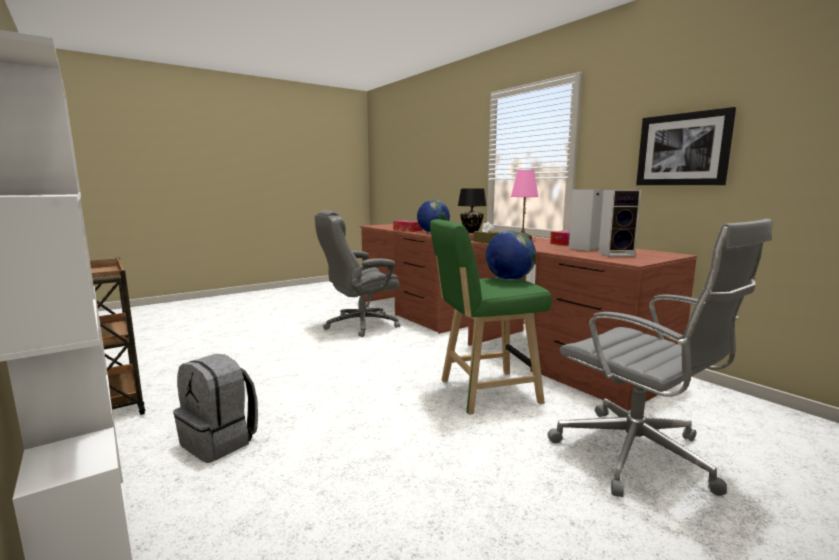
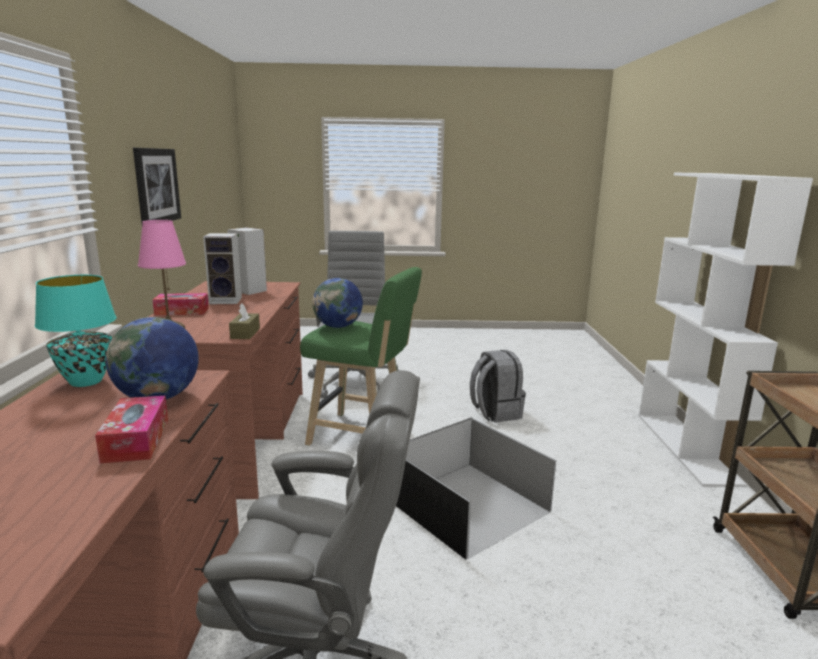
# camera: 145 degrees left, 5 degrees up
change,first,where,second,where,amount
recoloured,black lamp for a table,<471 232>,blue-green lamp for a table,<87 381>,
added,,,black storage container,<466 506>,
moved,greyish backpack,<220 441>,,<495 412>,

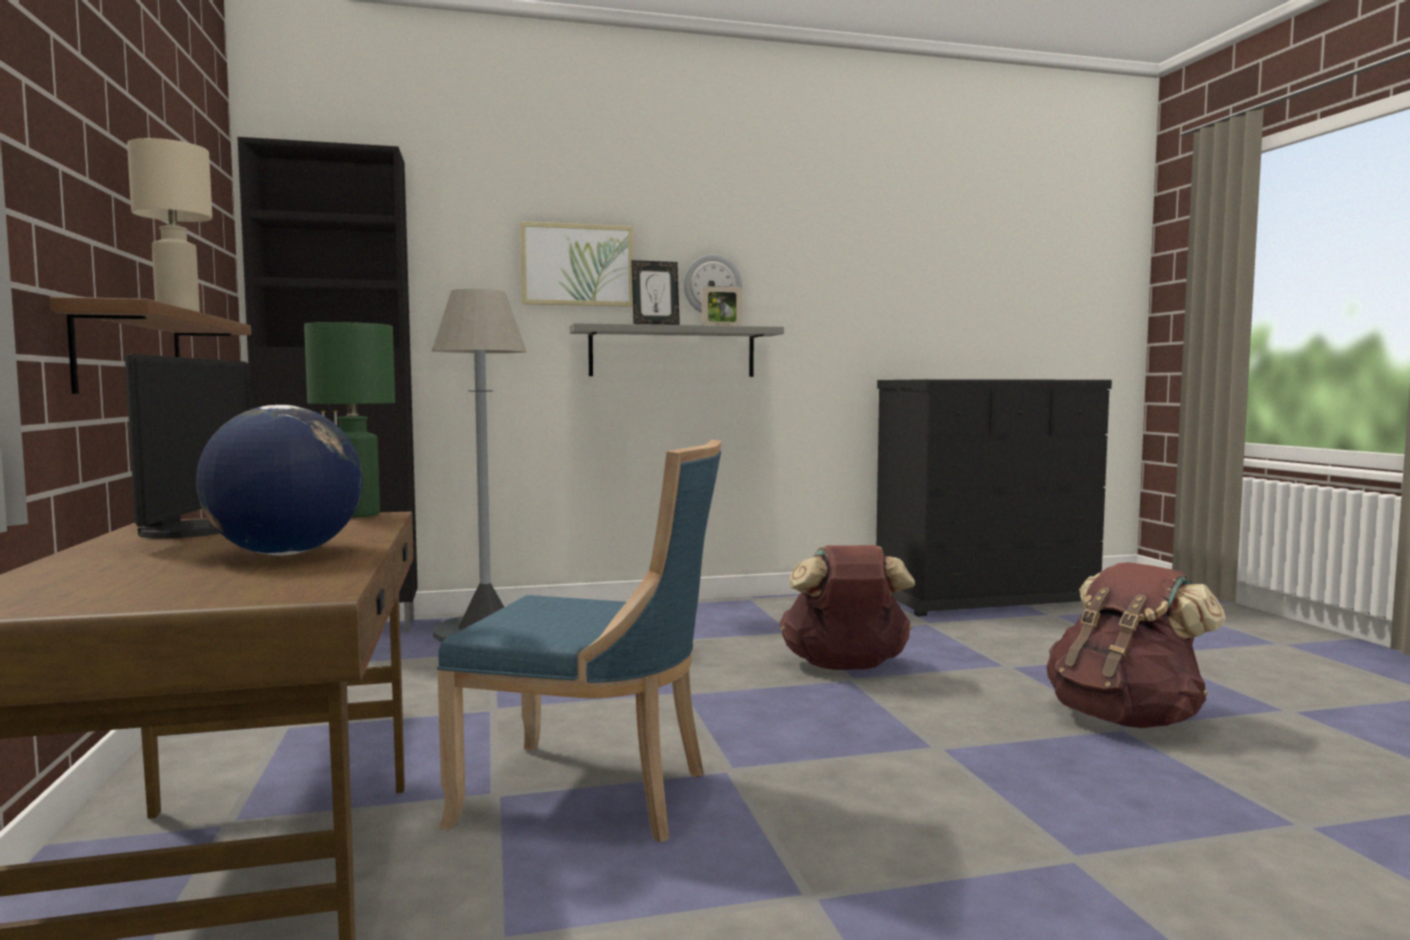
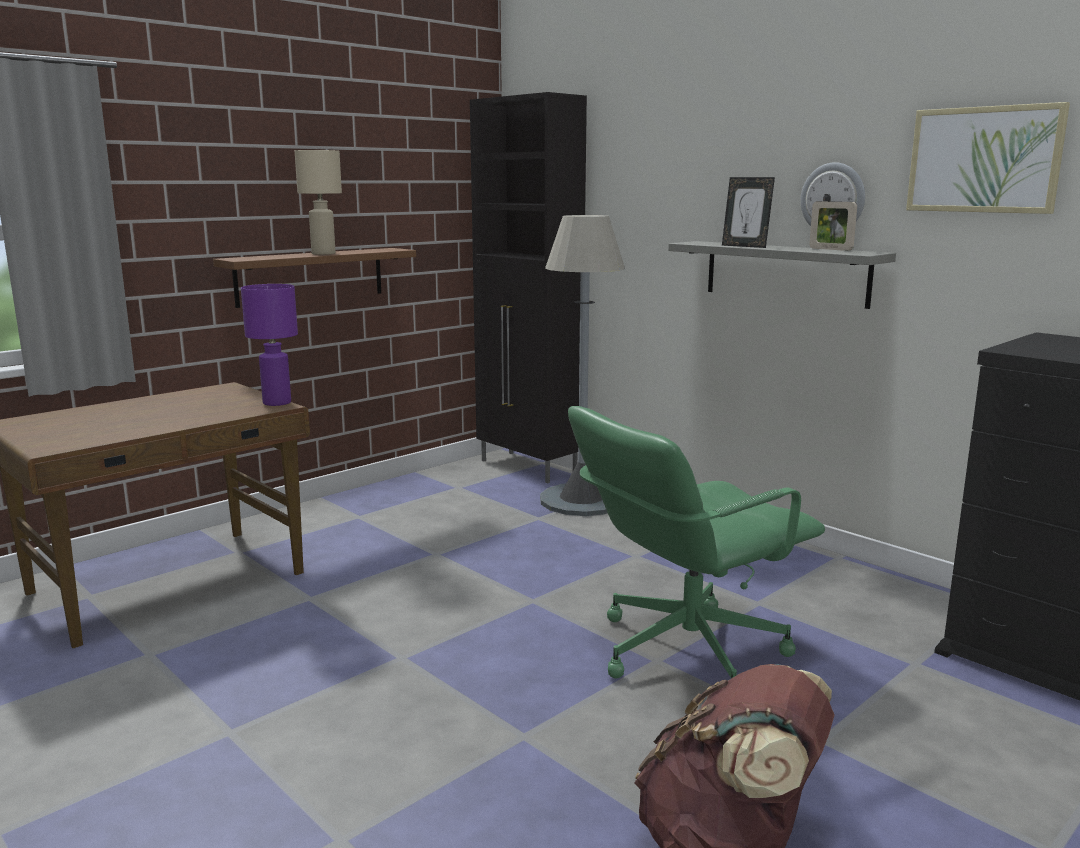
# camera: 60 degrees right, 10 degrees up
change,first,where,second,where,amount
recoloured,greenish lamp for a table,<357 514>,purple lamp for a table,<277 403>,
replaced,brown backpack,<845 667>,greenish computer chair,<686 650>,
moved,wall picture,<577 265>,,<984 160>,
removed,monitor,<193 531>,,,
removed,world globe,<284 554>,,,
removed,blue chair,<594 795>,,,

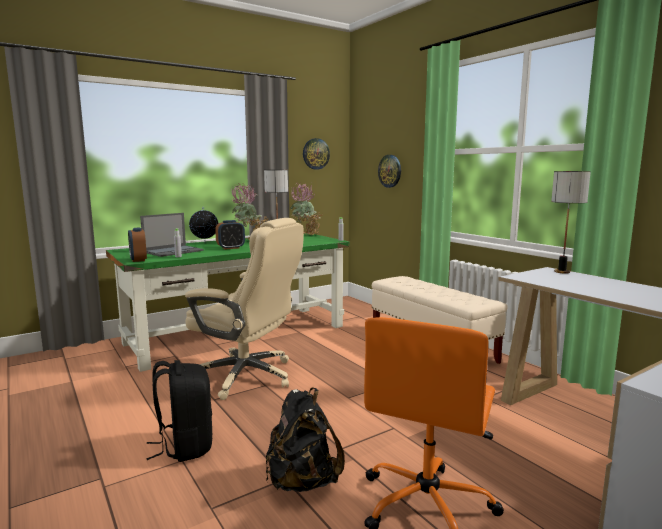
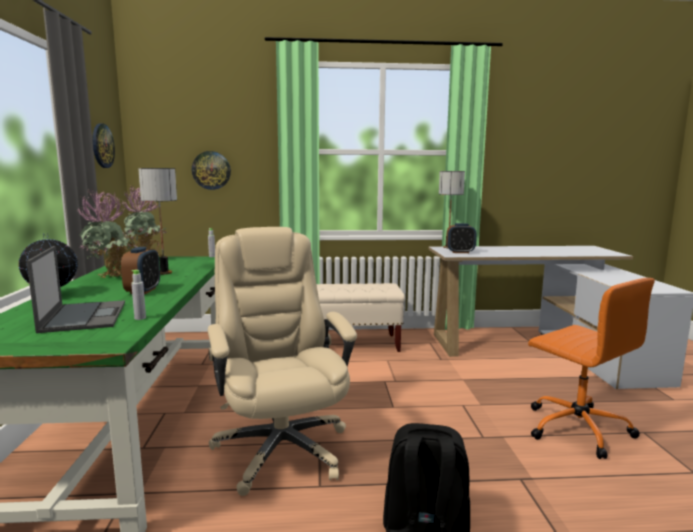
# camera: 60 degrees left, 0 degrees up
change,first,where,second,where,amount
turned,beige computer chair,<247 376>,,<281 448>,75 degrees counterclockwise
moved,alarm clock,<138 260>,,<460 252>,
removed,black backpack,<302 481>,,,

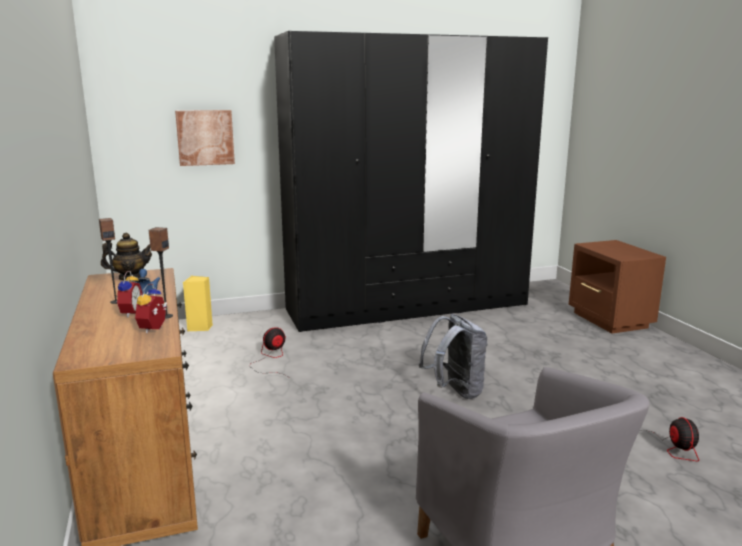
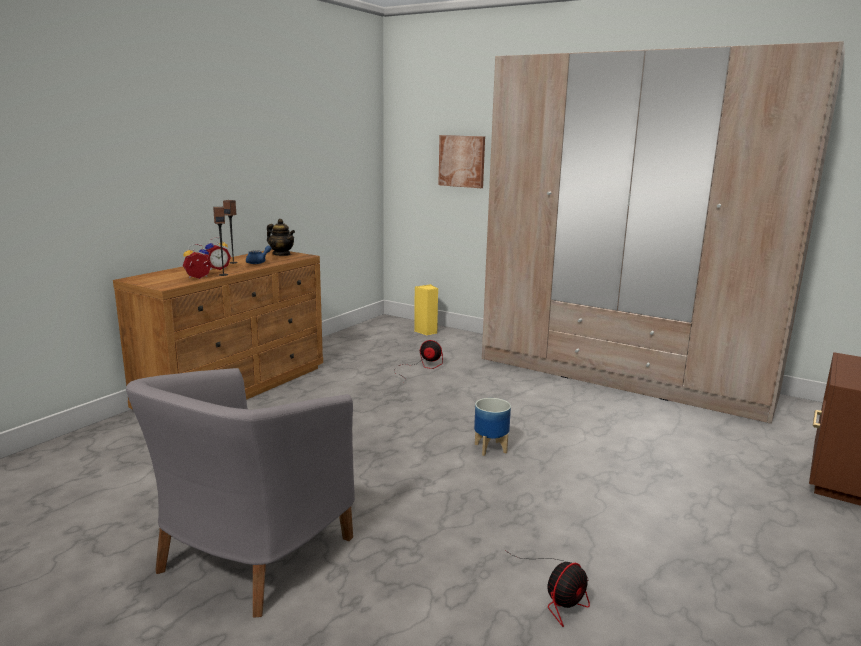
# camera: 50 degrees right, 0 degrees up
change,first,where,second,where,amount
replaced,greyish backpack,<455 391>,plant pot,<490 448>,
recoloured,black armoire,<408 307>,beige armoire,<621 377>,

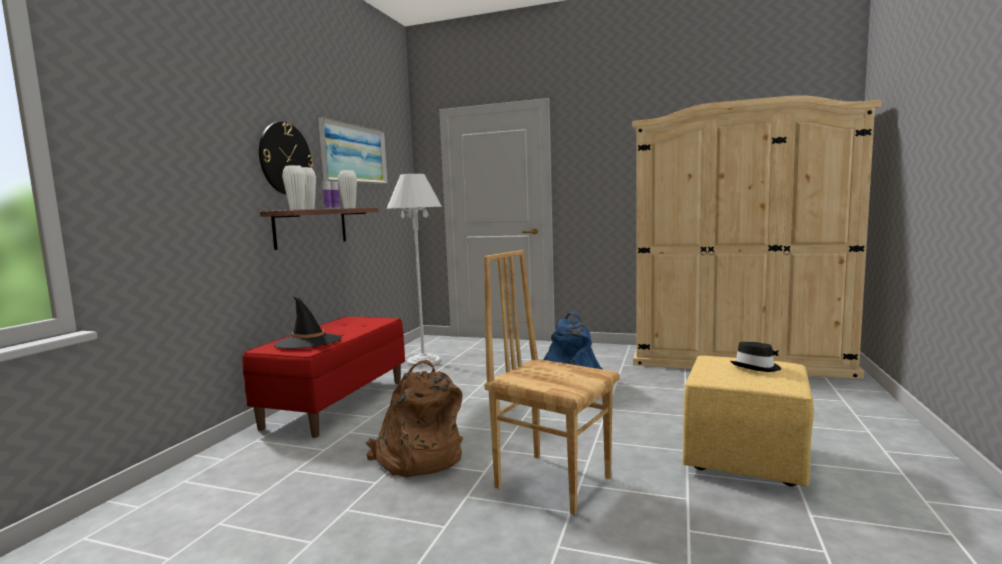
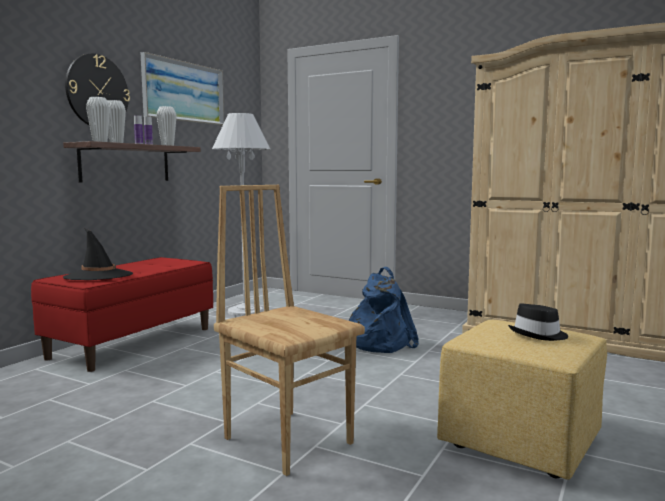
# camera: 10 degrees right, 0 degrees up
change,first,where,second,where,amount
removed,brown backpack,<418 458>,,,

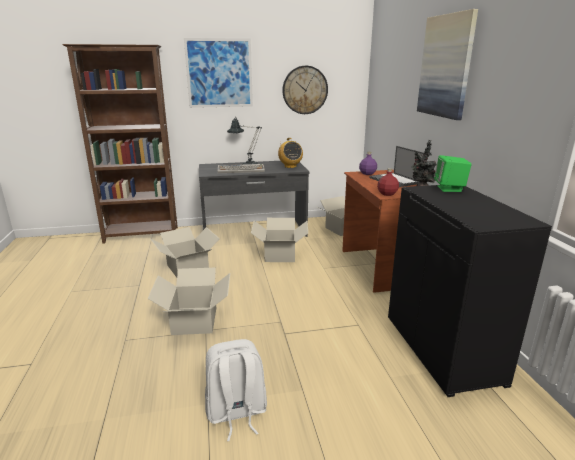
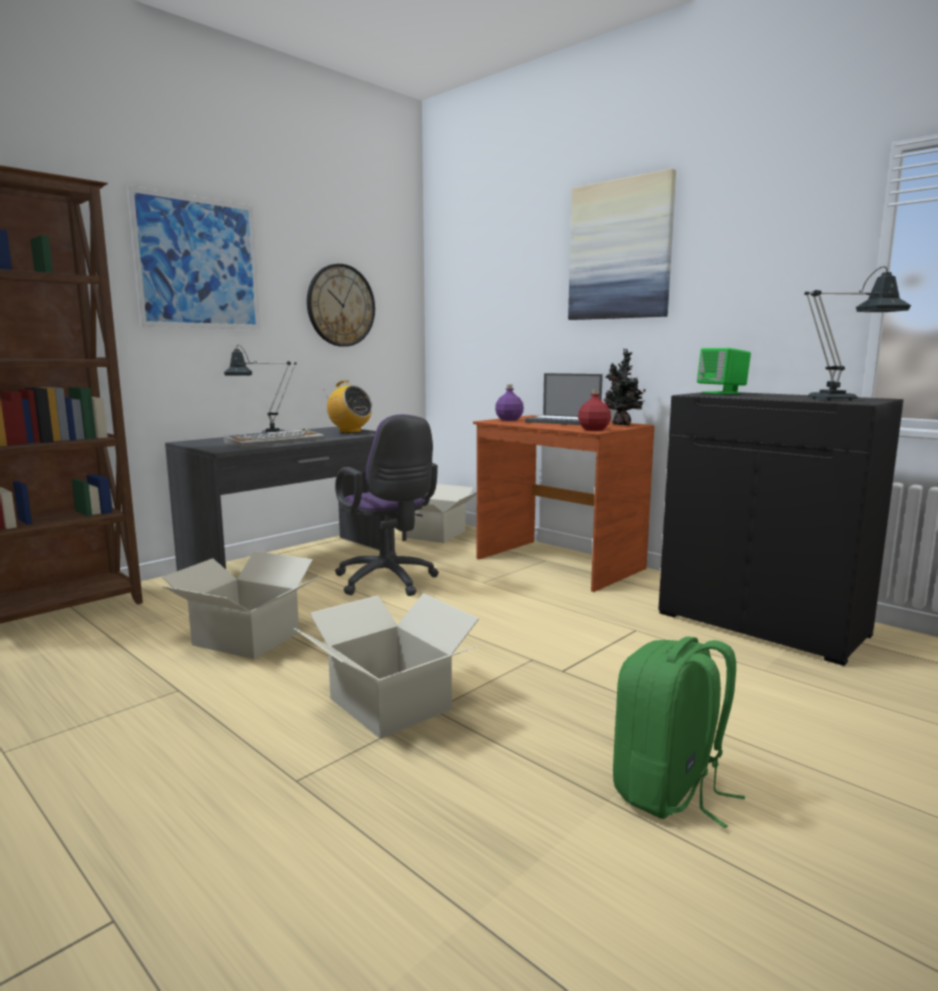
# camera: 35 degrees left, 10 degrees down
change,first,where,second,where,amount
replaced,cardboard box,<279 254>,purple computer chair,<388 582>,
recoloured,whitish backpack,<236 413>,greenish backpack,<669 791>,
added,,,lamp for a table,<841 399>,

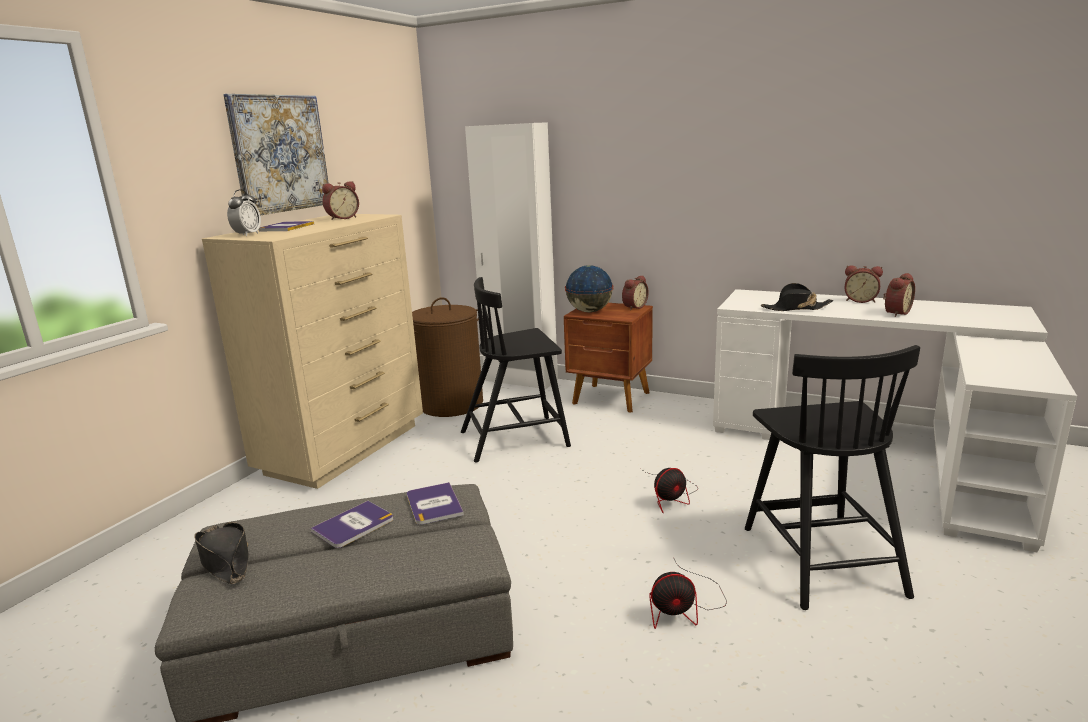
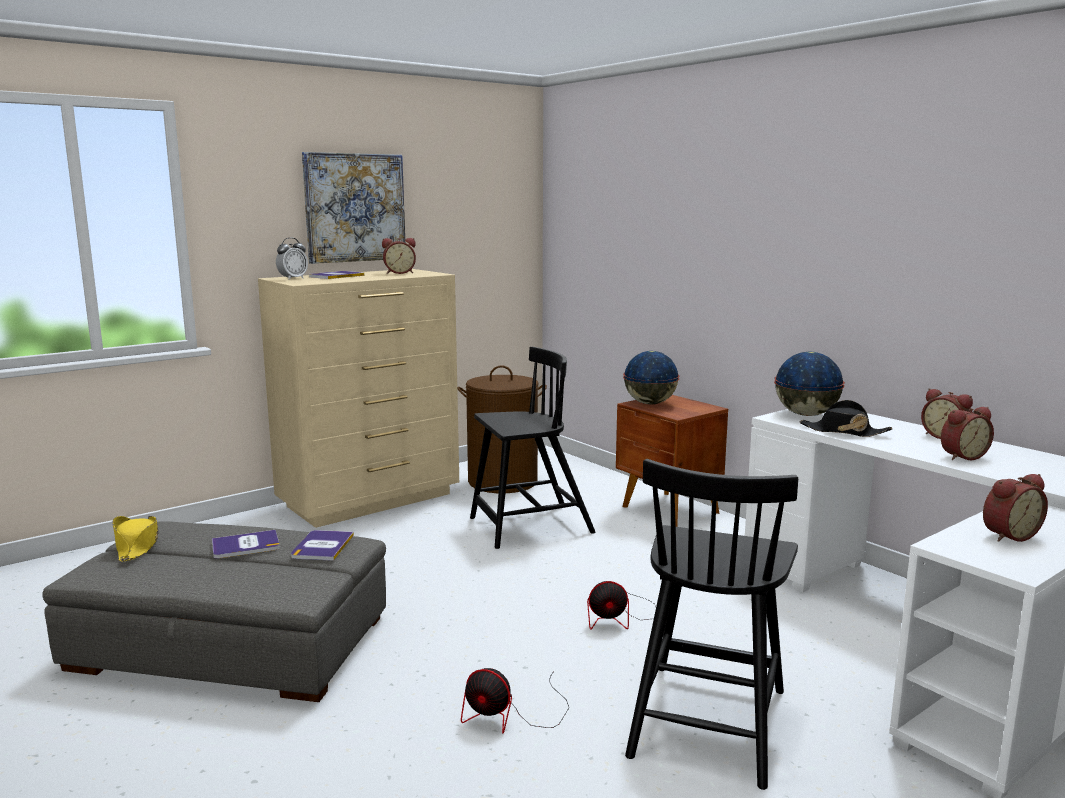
# camera: 25 degrees right, 5 degrees down
change,first,where,second,where,amount
recoloured,black clothing hat,<225 560>,yellow clothing hat,<137 546>,
turned,black chair,<516 438>,,<529 526>,150 degrees clockwise
added,,,world globe,<806 414>,
moved,alarm clock,<633 307>,,<1007 535>,
removed,whitish armoire,<520 380>,,,

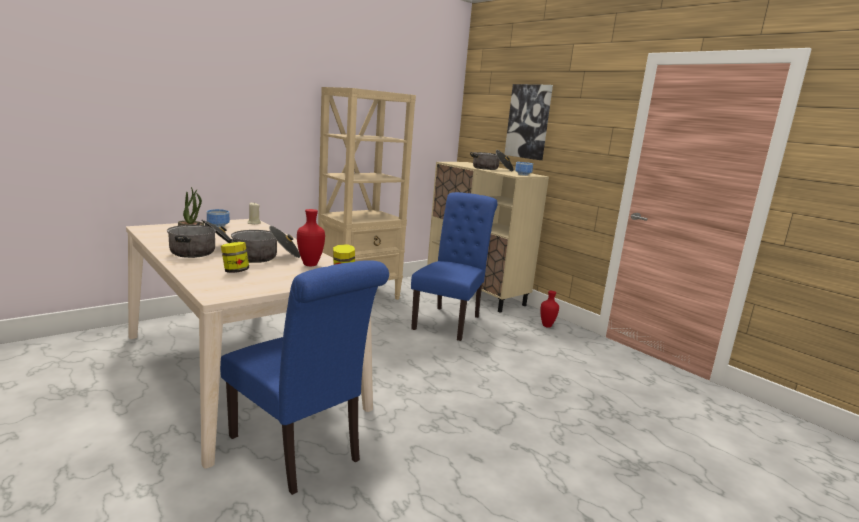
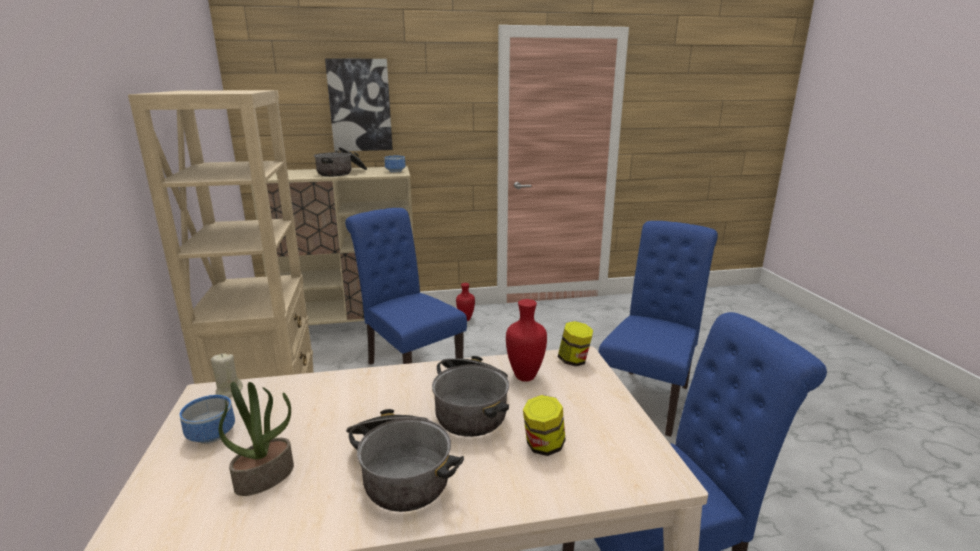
# camera: 60 degrees left, 5 degrees up
change,first,where,second,where,amount
added,,,blue chair,<648 396>,

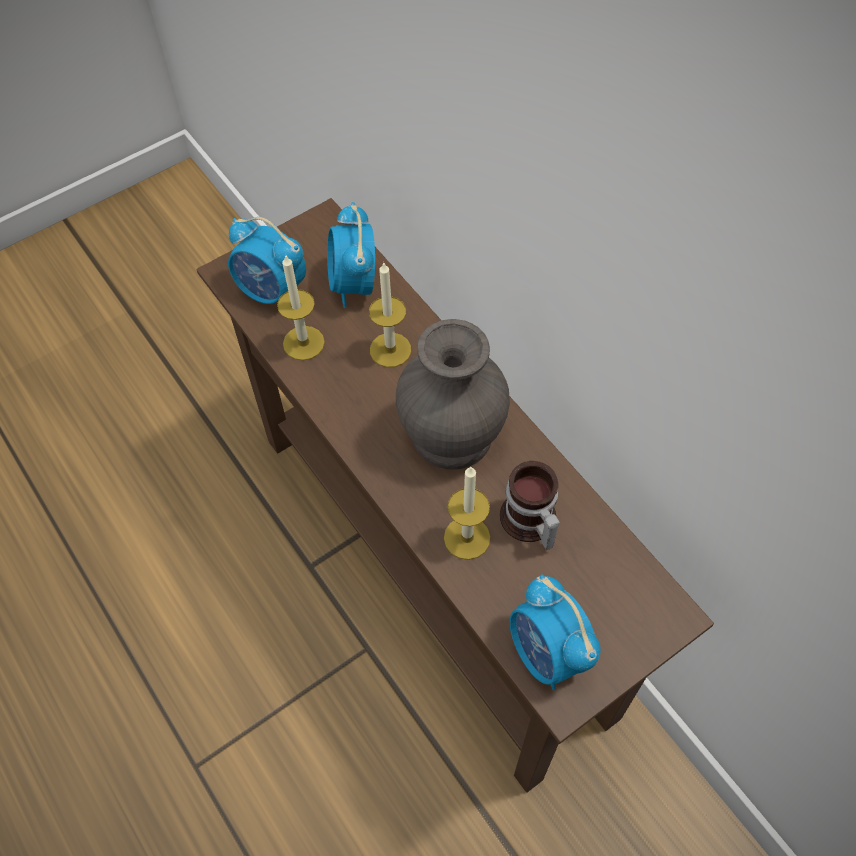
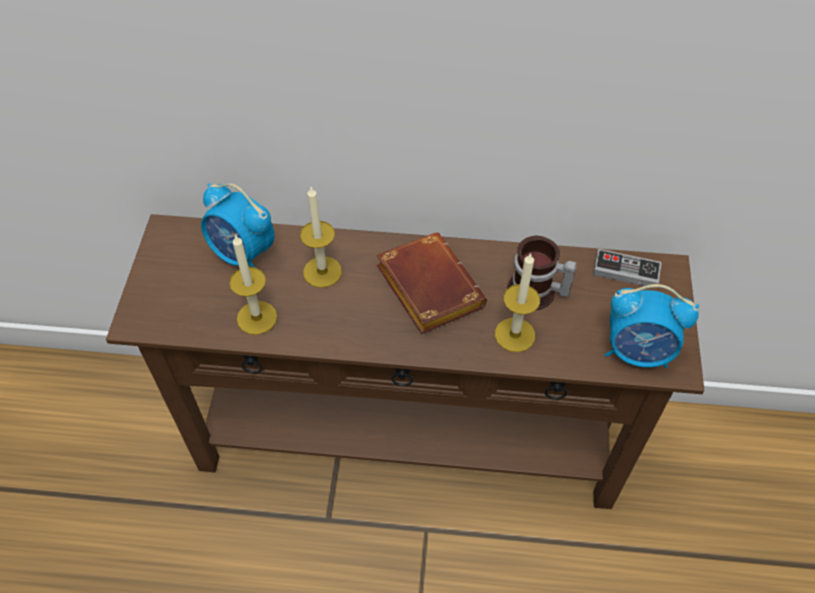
# camera: 50 degrees left, 5 degrees down
change,first,where,second,where,amount
replaced,greyish vase,<449 433>,brown volume,<425 287>,
added,,,gamepad,<626 271>,
removed,alarm clock,<272 291>,,,

